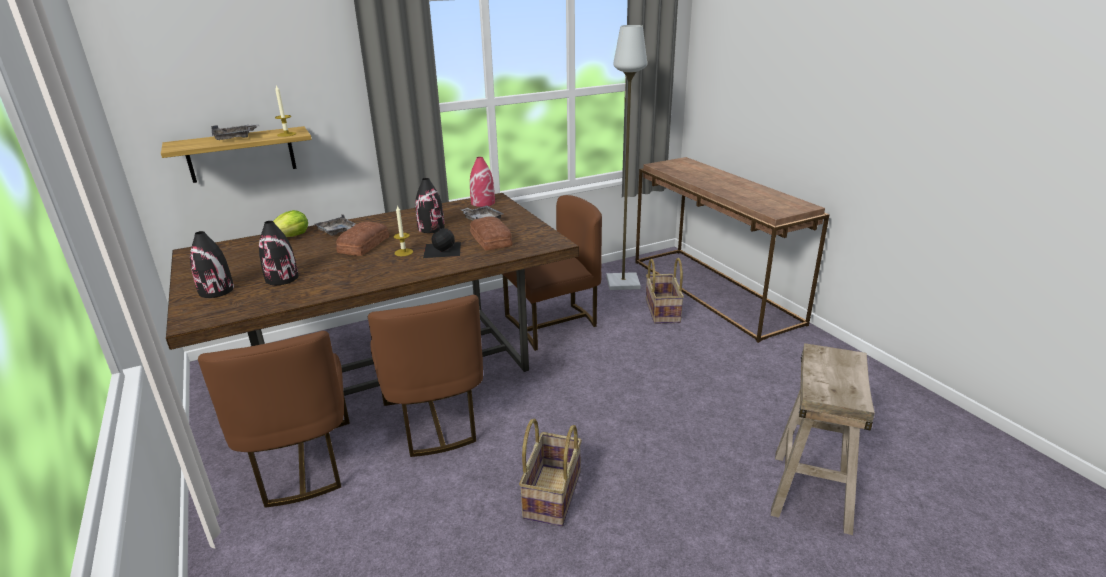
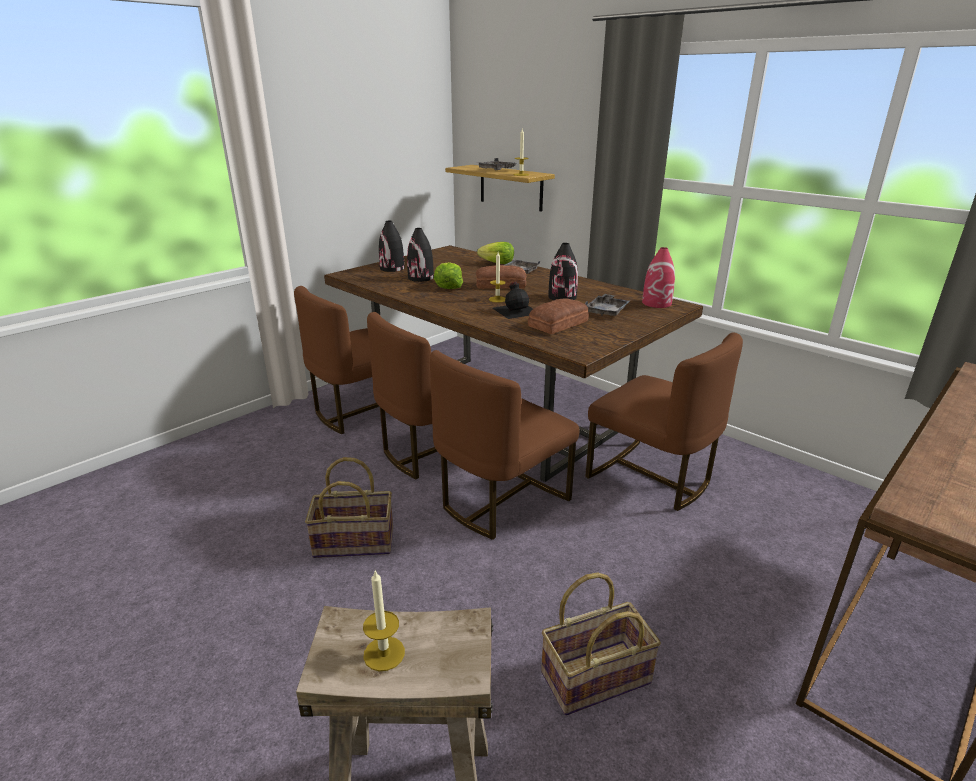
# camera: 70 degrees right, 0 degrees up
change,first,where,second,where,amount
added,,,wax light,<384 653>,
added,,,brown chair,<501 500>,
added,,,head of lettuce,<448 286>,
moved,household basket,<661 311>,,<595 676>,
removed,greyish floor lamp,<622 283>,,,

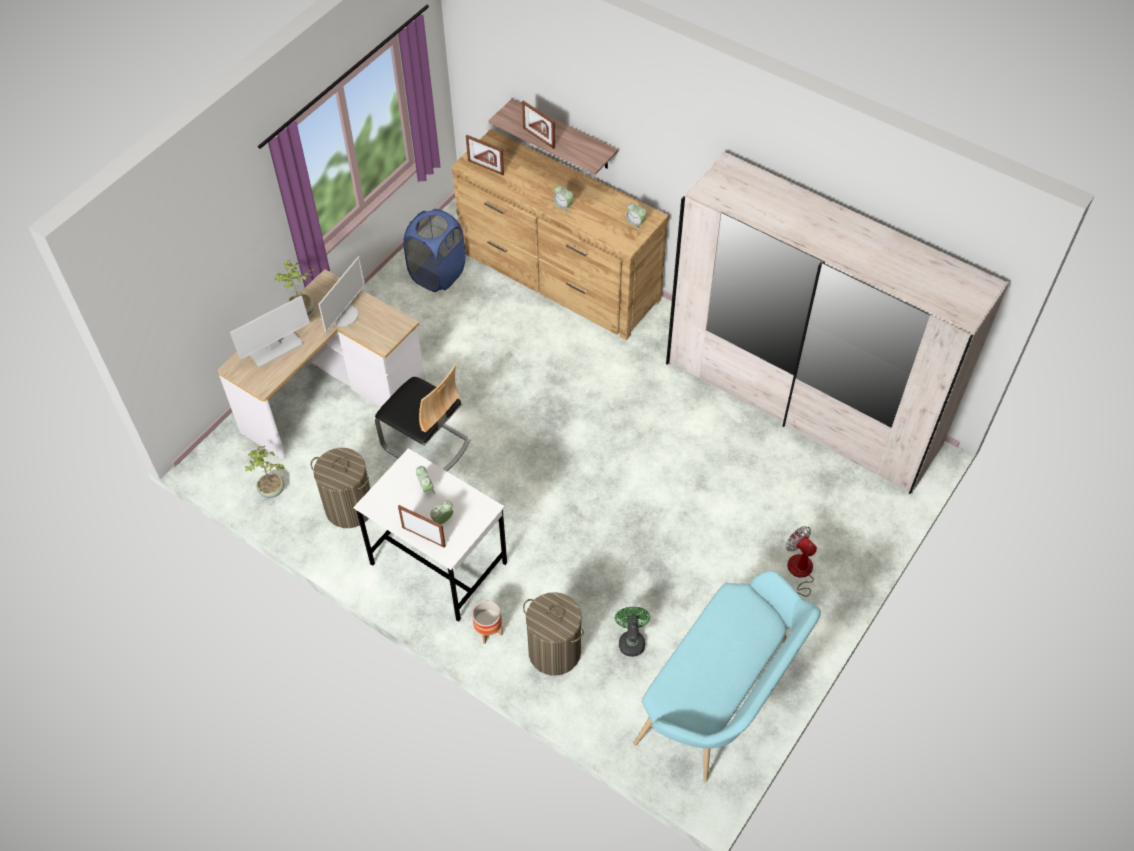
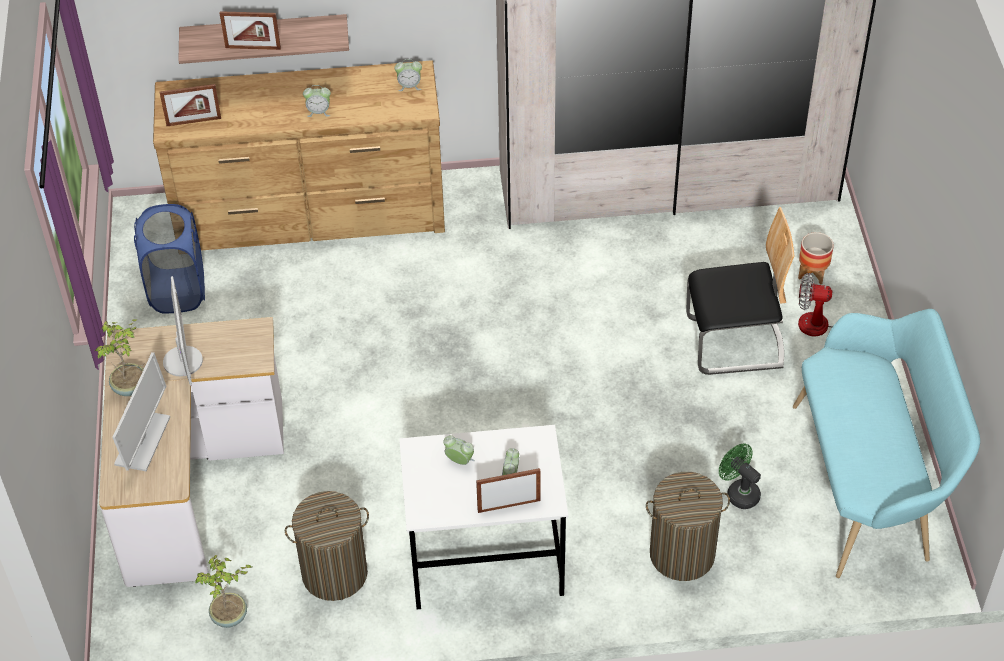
# camera: 40 degrees left, 5 degrees down
change,first,where,second,where,amount
moved,chair,<426 444>,,<734 343>,
moved,plant pot,<488 631>,,<812 273>,

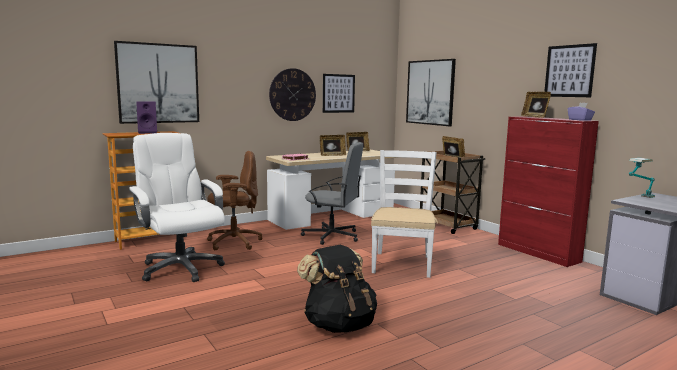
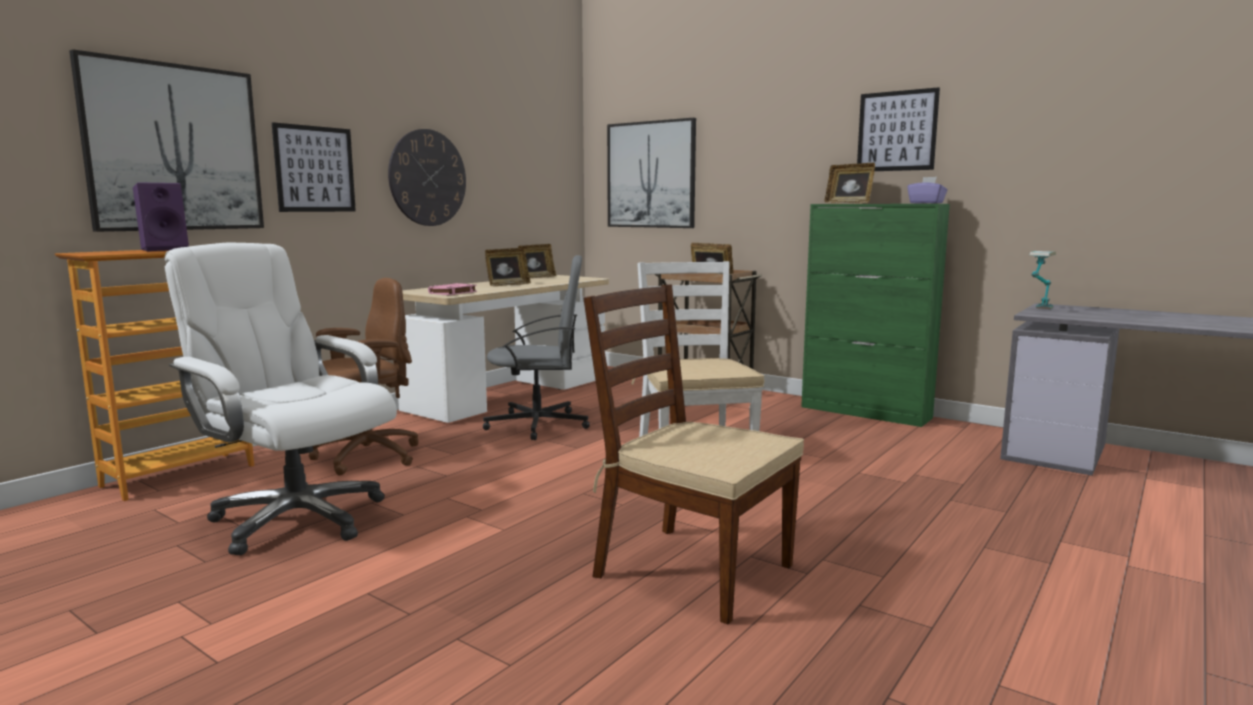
# camera: 20 degrees left, 0 degrees up
change,first,where,second,where,amount
moved,wall picture,<338 93>,,<315 169>,
replaced,black backpack,<339 325>,brown chair,<691 570>,
recoloured,red storage cabinet,<538 253>,greenish storage cabinet,<866 412>,

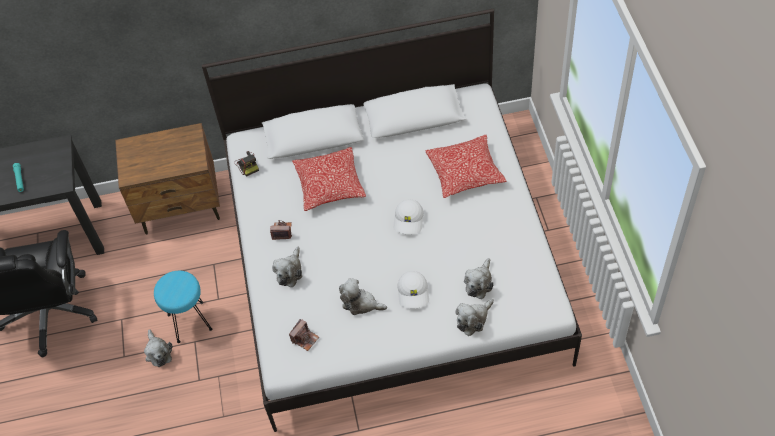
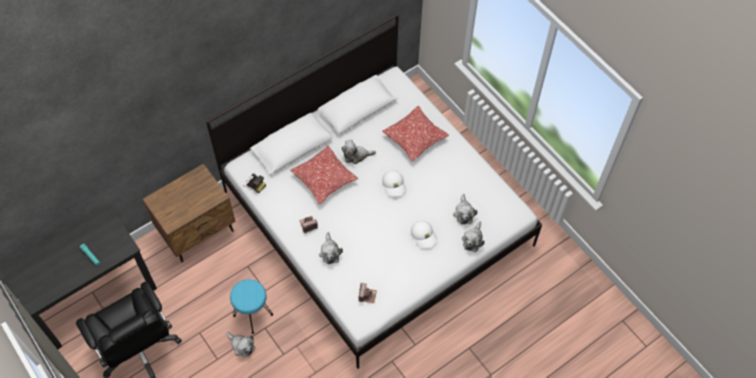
# camera: 30 degrees left, 5 degrees up
change,first,where,second,where,amount
moved,plush toy,<361 303>,,<356 155>,

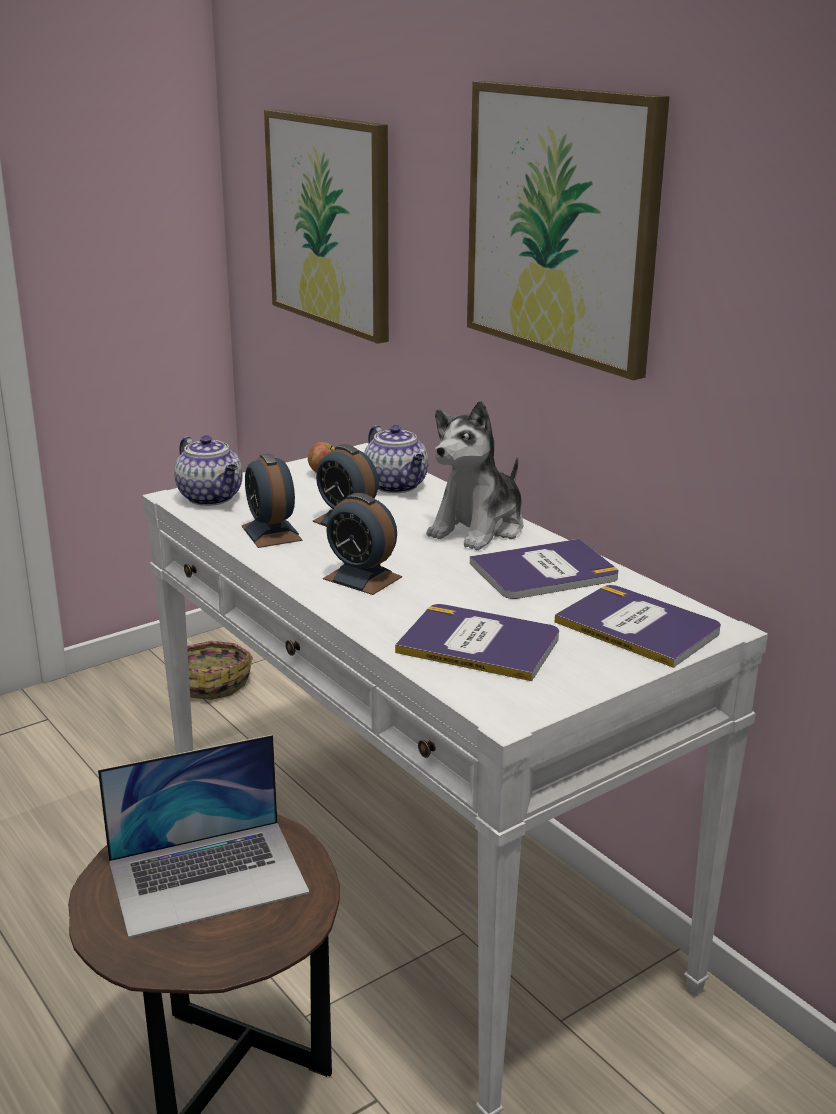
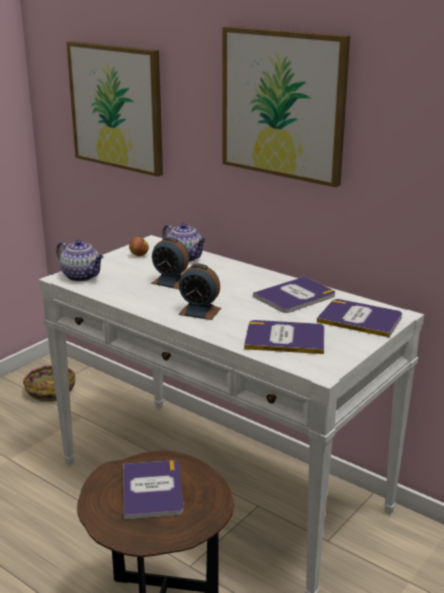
# camera: 15 degrees left, 0 degrees up
change,first,where,second,where,amount
replaced,laptop,<208 876>,volume,<152 490>,
removed,alarm clock,<271 533>,,,
removed,plush toy,<479 528>,,,

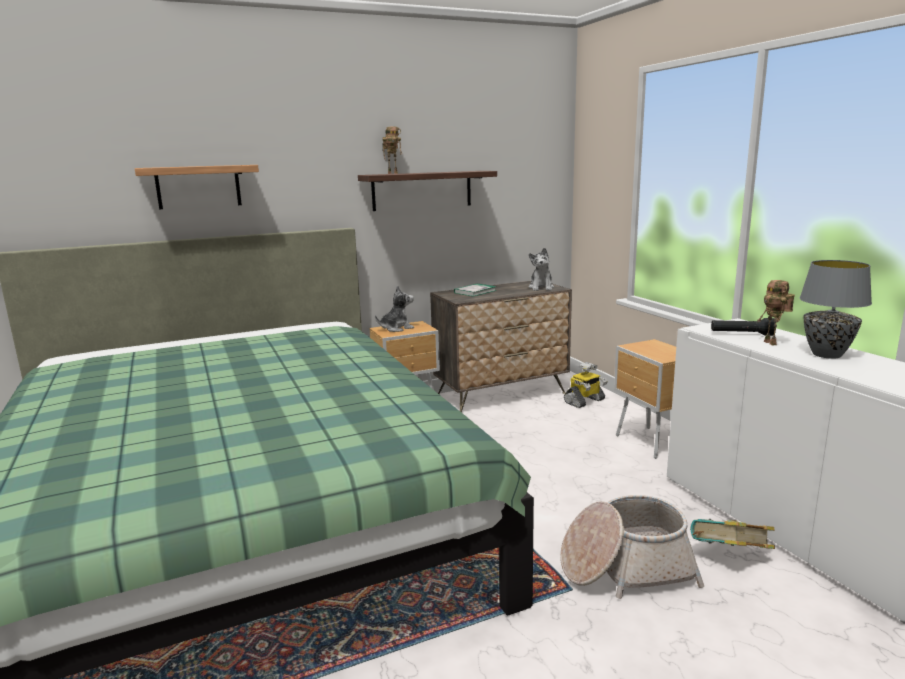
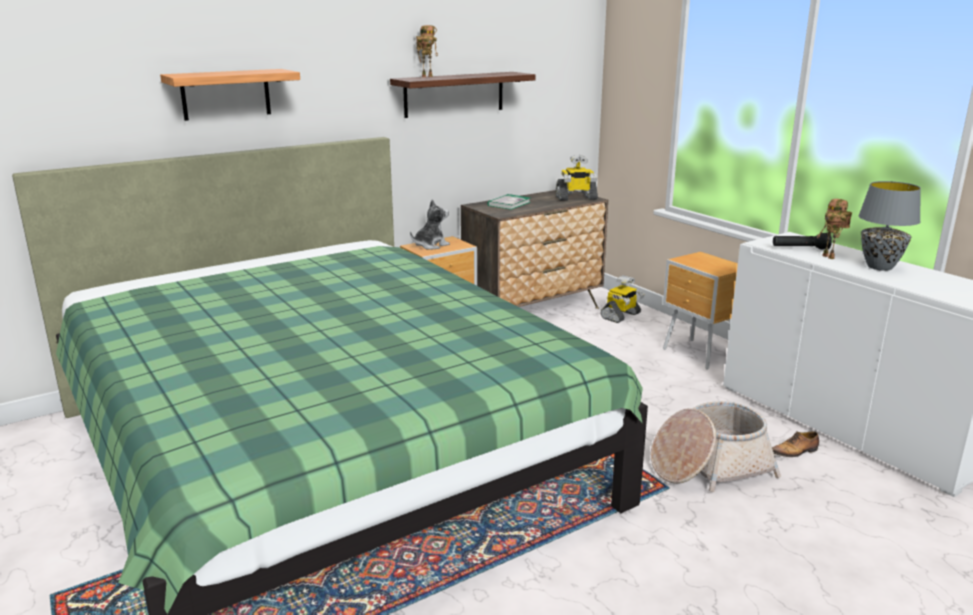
# camera: 10 degrees left, 5 degrees up
change,first,where,second,where,amount
replaced,plush toy,<541 288>,toy robot,<576 198>,
replaced,volume,<729 557>,shoe,<795 452>,

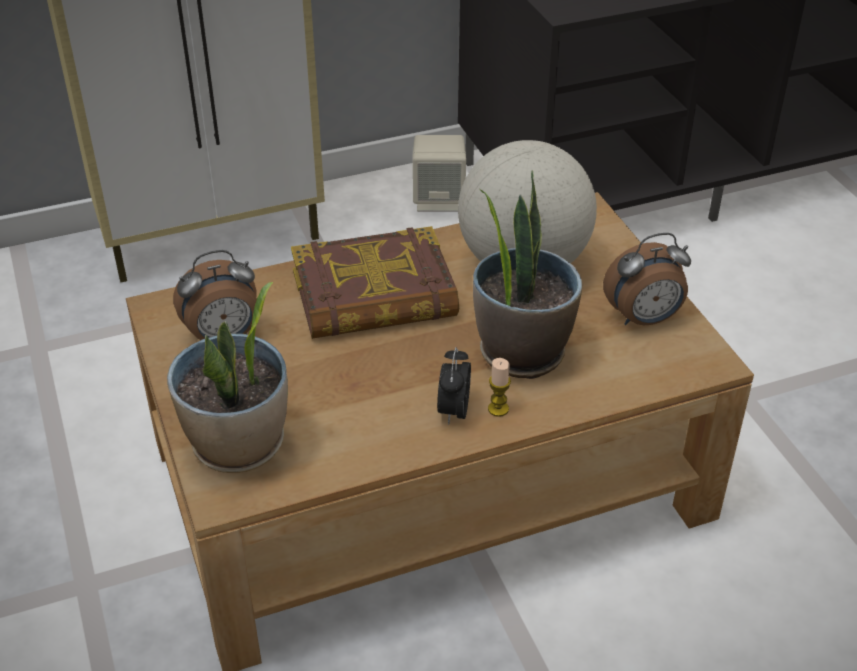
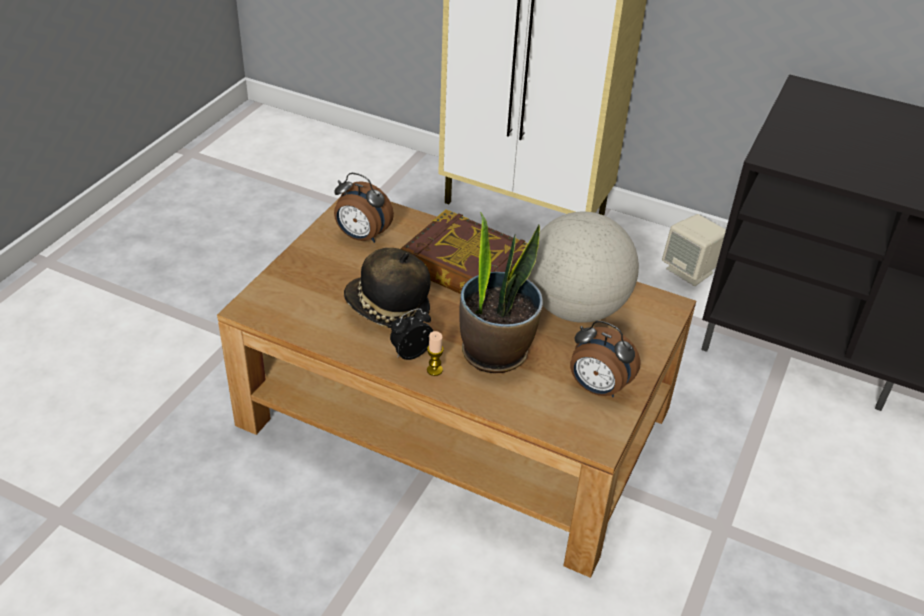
# camera: 45 degrees right, 0 degrees up
change,first,where,second,where,amount
added,,,clothing hat,<387 309>,
removed,potted plant,<239 445>,,,

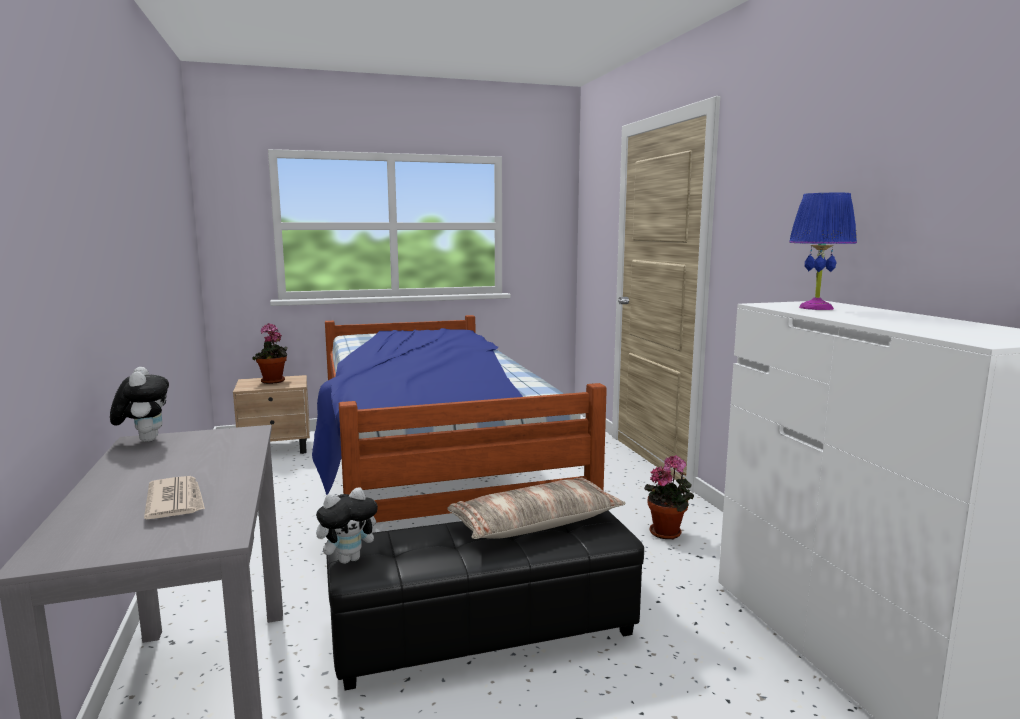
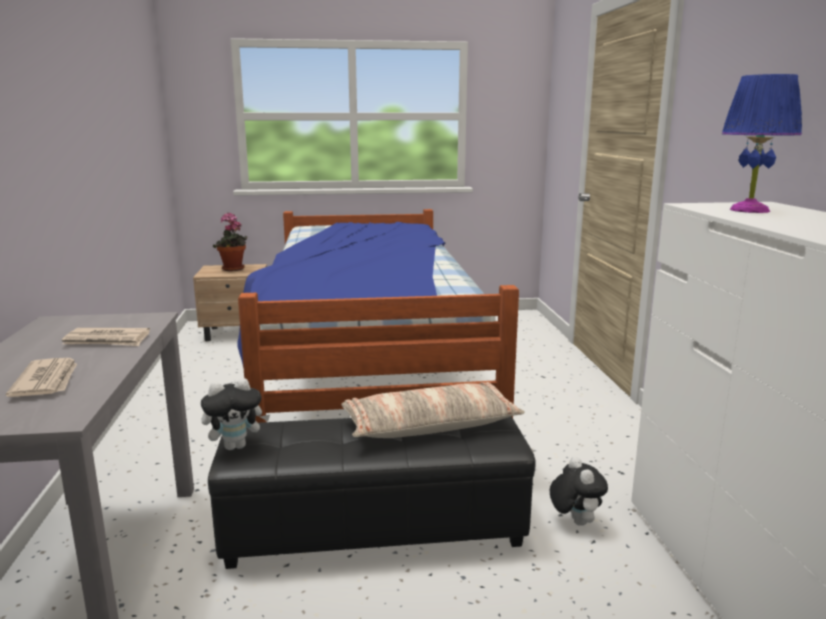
# camera: 10 degrees right, 5 degrees up
change,first,where,second,where,amount
added,,,daily paper,<107 340>,
moved,plush toy,<145 440>,,<574 521>,
removed,potted plant,<668 532>,,,

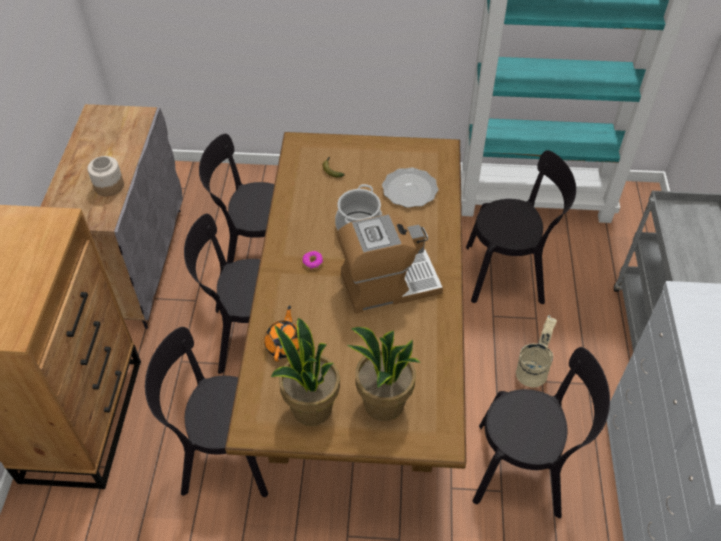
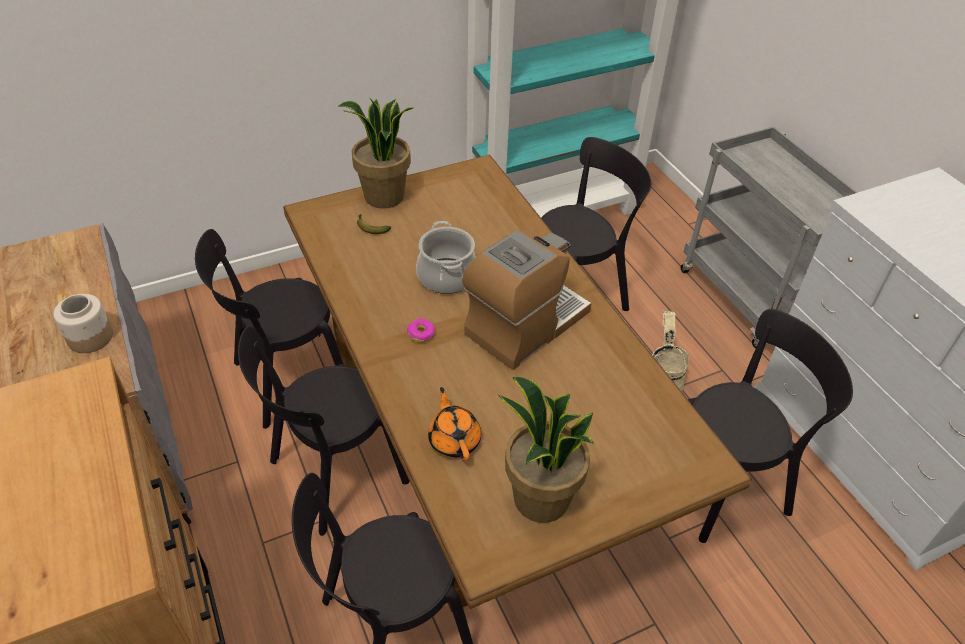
# camera: 30 degrees left, 5 degrees down
change,first,where,second,where,amount
moved,potted plant,<383 404>,,<384 197>,
removed,flat dish,<409 190>,,,

